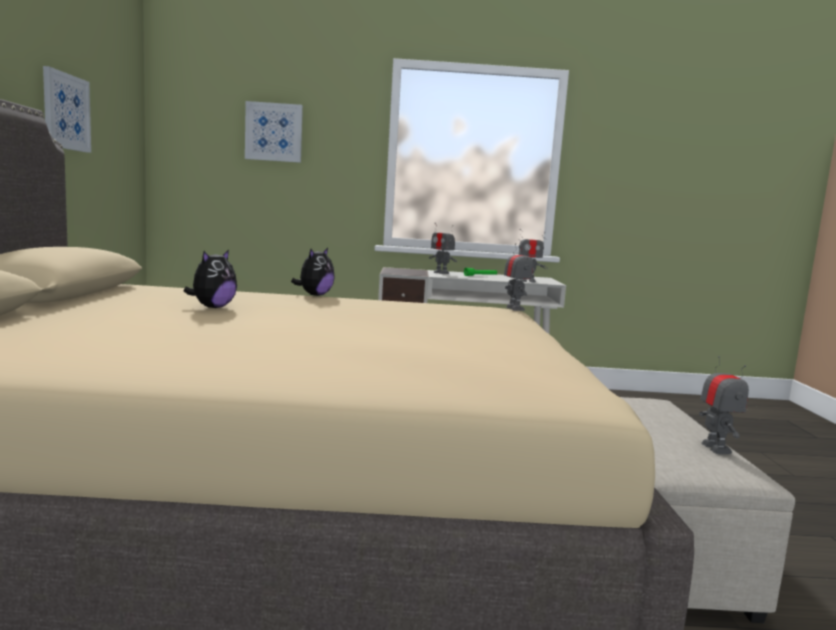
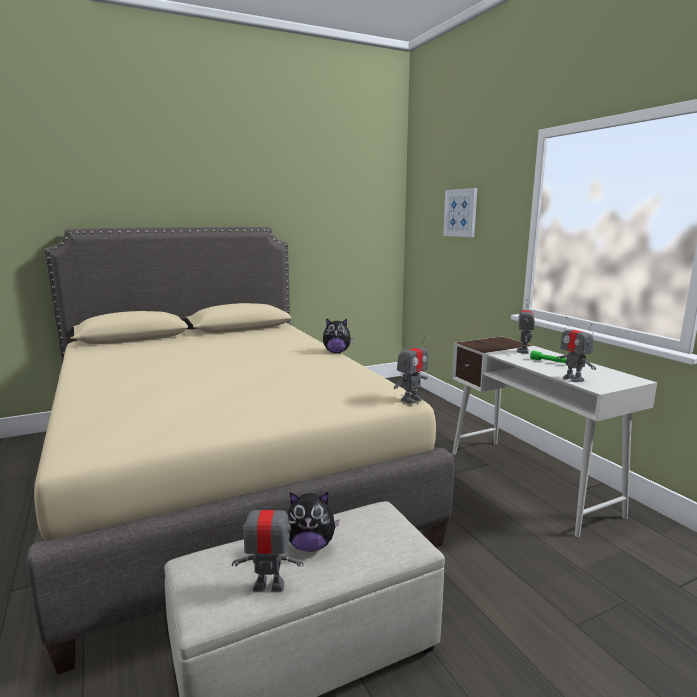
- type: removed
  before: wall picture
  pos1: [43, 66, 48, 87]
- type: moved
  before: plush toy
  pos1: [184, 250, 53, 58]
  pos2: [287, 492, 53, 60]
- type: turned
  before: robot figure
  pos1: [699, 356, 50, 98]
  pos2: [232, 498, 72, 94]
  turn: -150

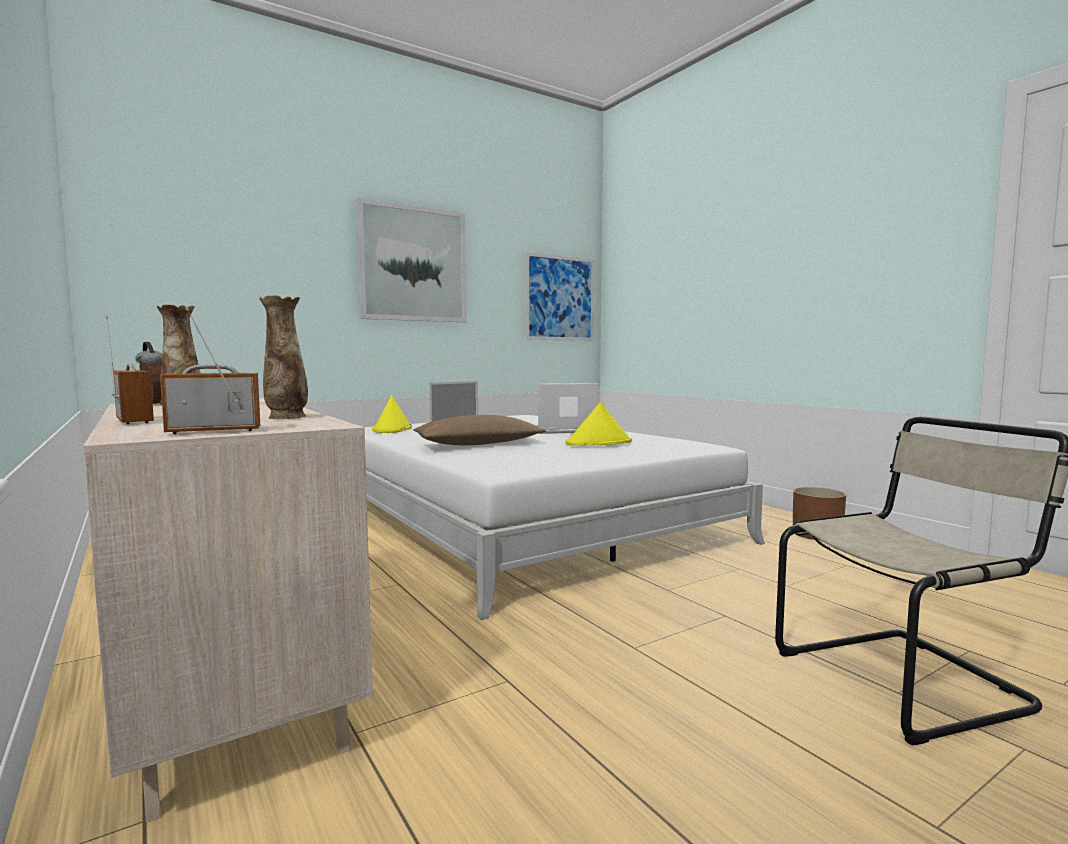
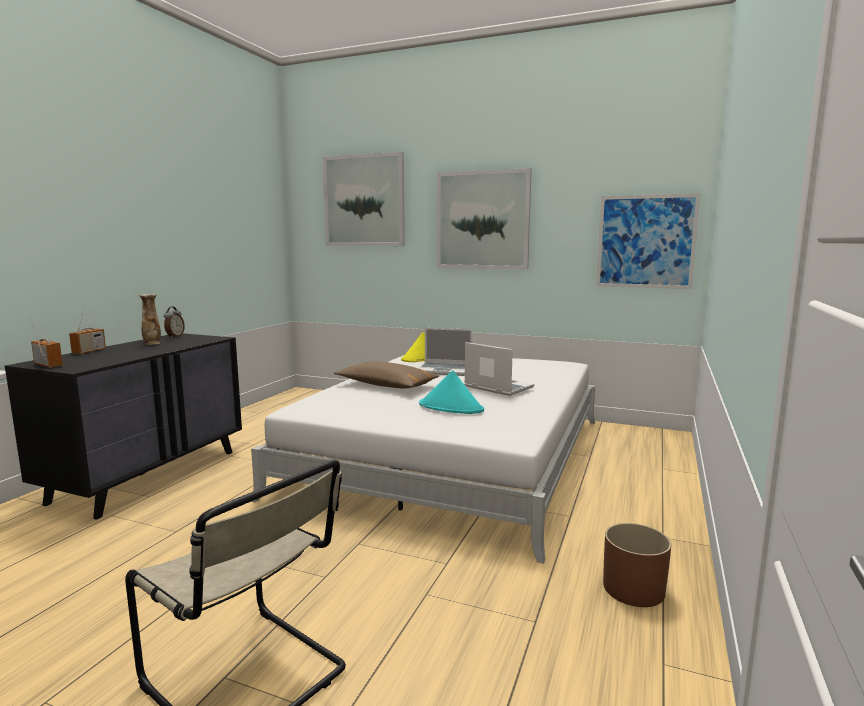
- type: removed
  before: decorative vase
  pos1: [258, 295, 50, 124]
- type: recoloured
  before: sand-coloured chest of drawers
  after: blackish chest of drawers
  pos1: [83, 398, 290, 425]
  pos2: [5, 333, 237, 187]
- type: recoloured
  before: yellow-coloured hat
  after: blue-green hat
  pos1: [566, 402, 66, 44]
  pos2: [419, 370, 65, 44]
- type: added
  after: wall picture
  pos2: [323, 152, 82, 94]

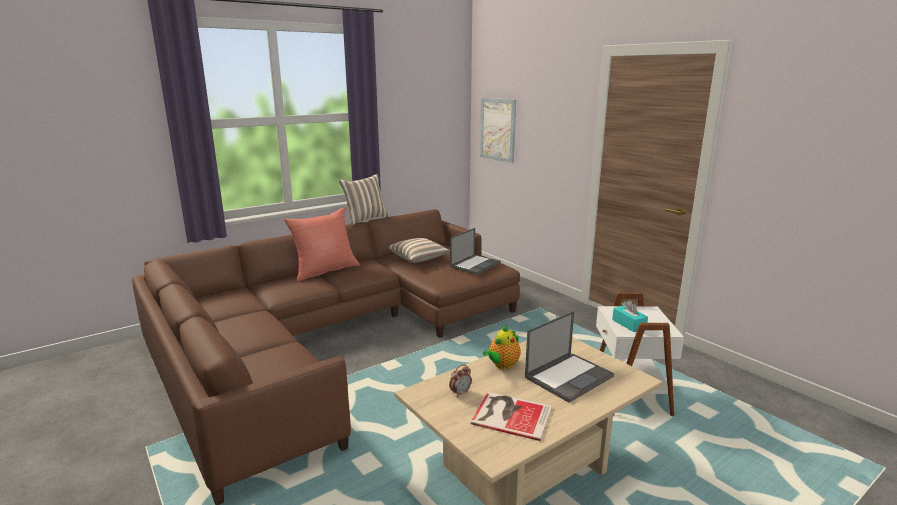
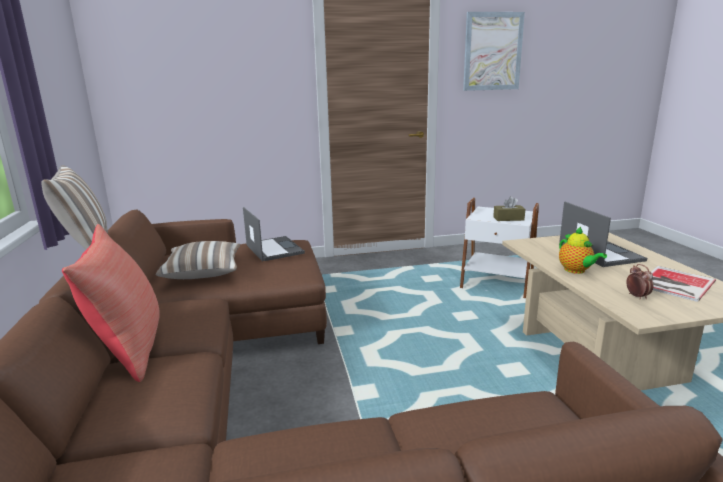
- type: moved
  before: wall picture
  pos1: [480, 98, 36, 65]
  pos2: [463, 12, 62, 79]
- type: recoloured
  before: blue-green box of tissues
  after: brownish box of tissues
  pos1: [612, 300, 36, 32]
  pos2: [493, 196, 32, 25]

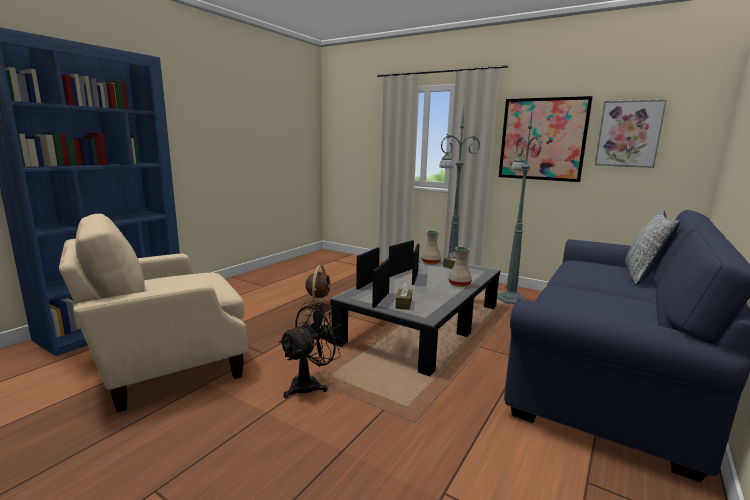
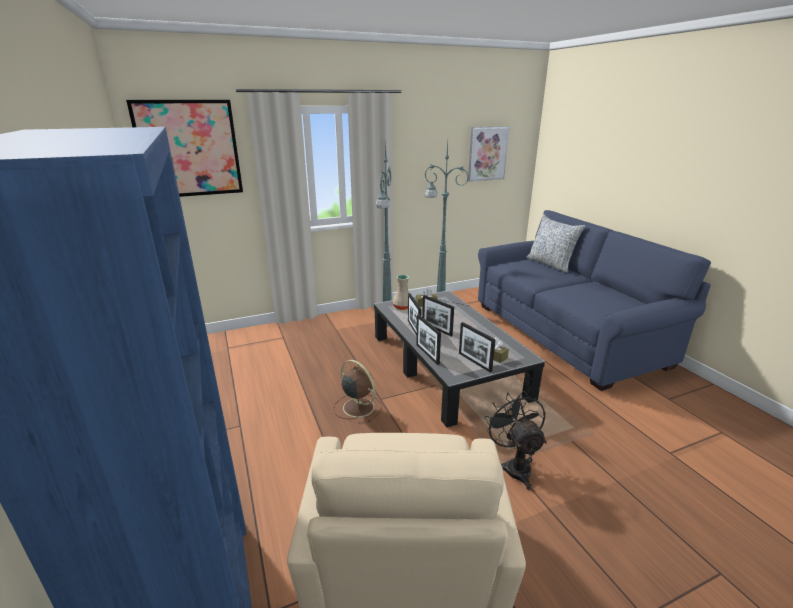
- type: moved
  before: wall picture
  pos1: [499, 96, 94, 86]
  pos2: [126, 100, 117, 97]
- type: removed
  before: sand-coloured decorative vase
  pos1: [448, 247, 24, 40]

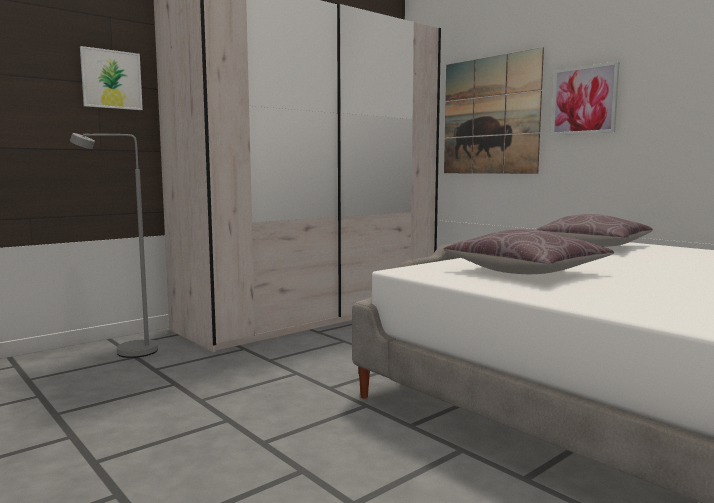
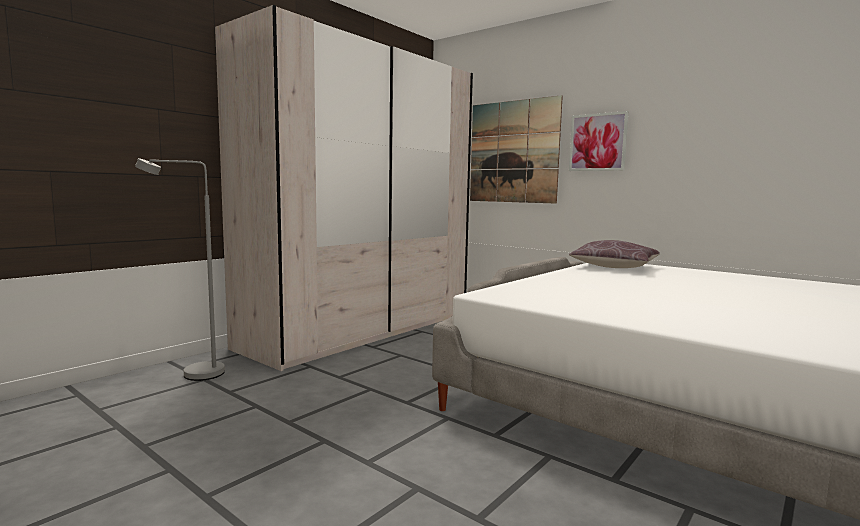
- type: removed
  before: wall picture
  pos1: [80, 46, 63, 64]
- type: removed
  before: brownish cushion
  pos1: [443, 229, 171, 45]

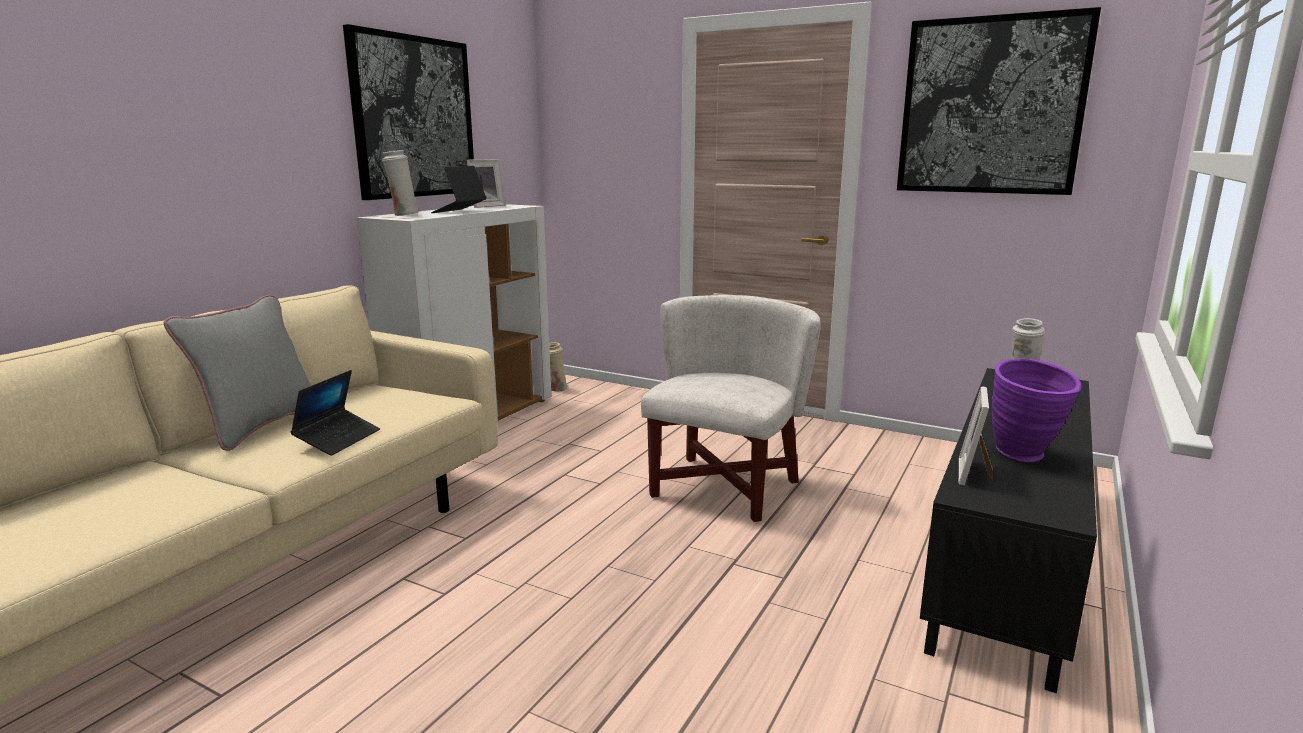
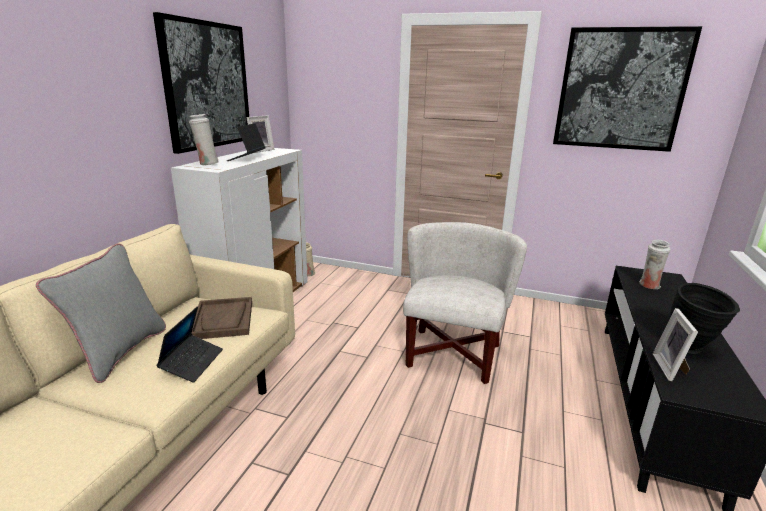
- type: recoloured
  before: purplish decorative vase
  after: blackish decorative vase
  pos1: [992, 359, 90, 103]
  pos2: [670, 283, 70, 71]
- type: added
  after: brownish tray
  pos2: [192, 297, 60, 42]

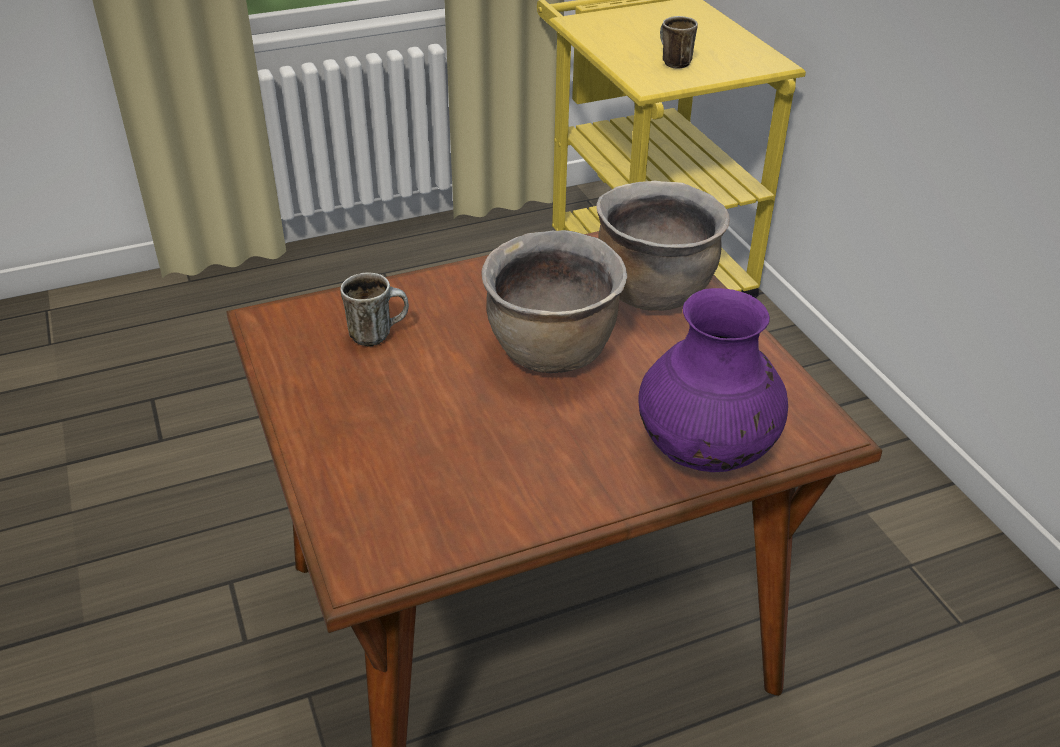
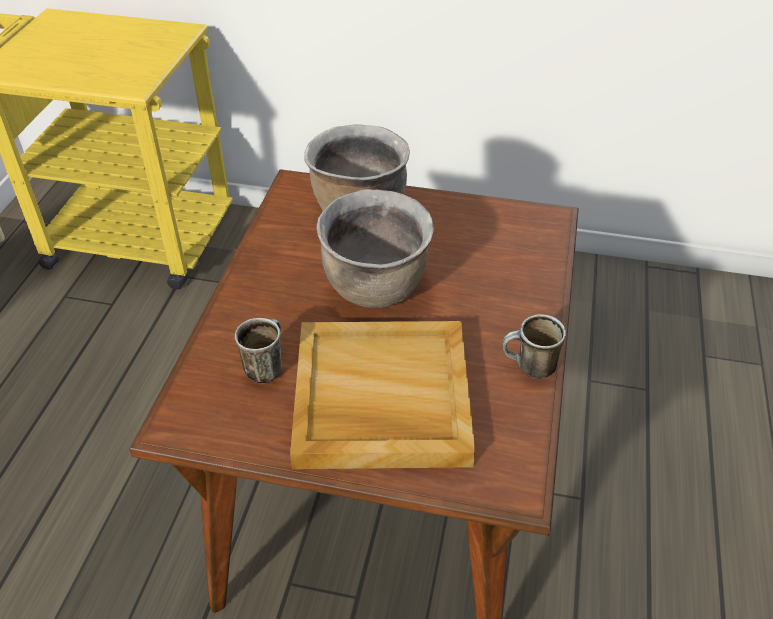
- type: moved
  before: coffee mug
  pos1: [660, 16, 38, 53]
  pos2: [503, 314, 63, 65]
- type: removed
  before: purplish decorative vase
  pos1: [638, 288, 150, 184]
- type: added
  after: sand-coloured tray
  pos2: [290, 321, 185, 148]

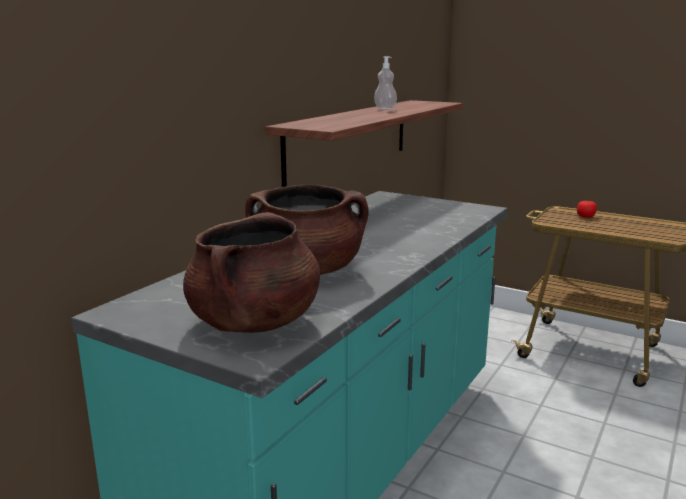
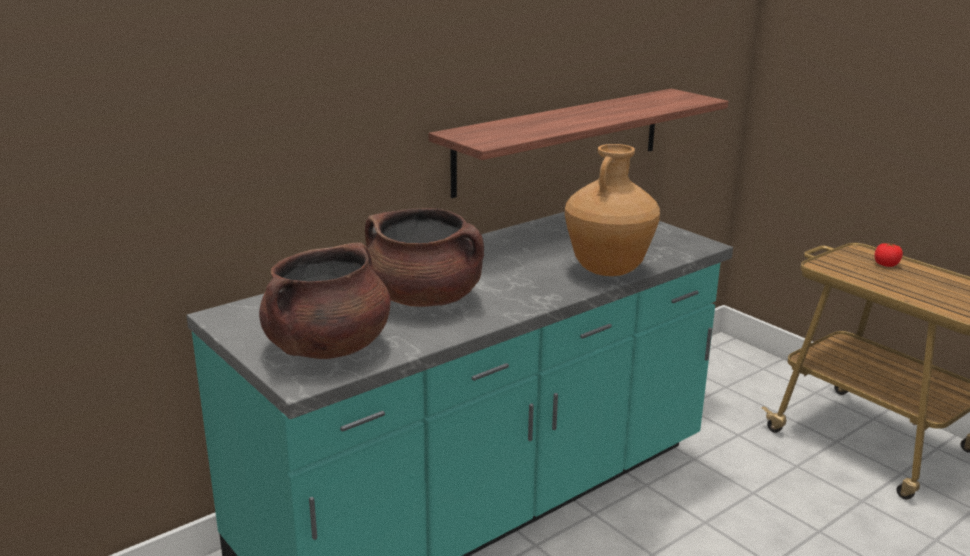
- type: removed
  before: liquid soap bottle
  pos1: [374, 56, 23, 53]
- type: added
  after: brownish decorative vase
  pos2: [565, 144, 95, 132]

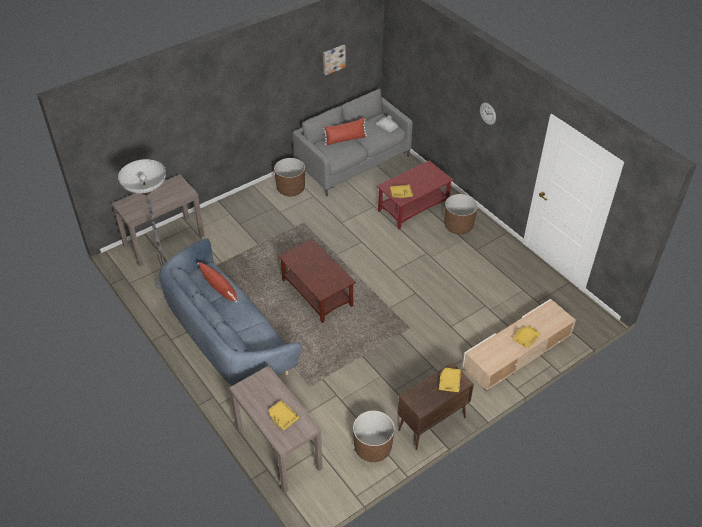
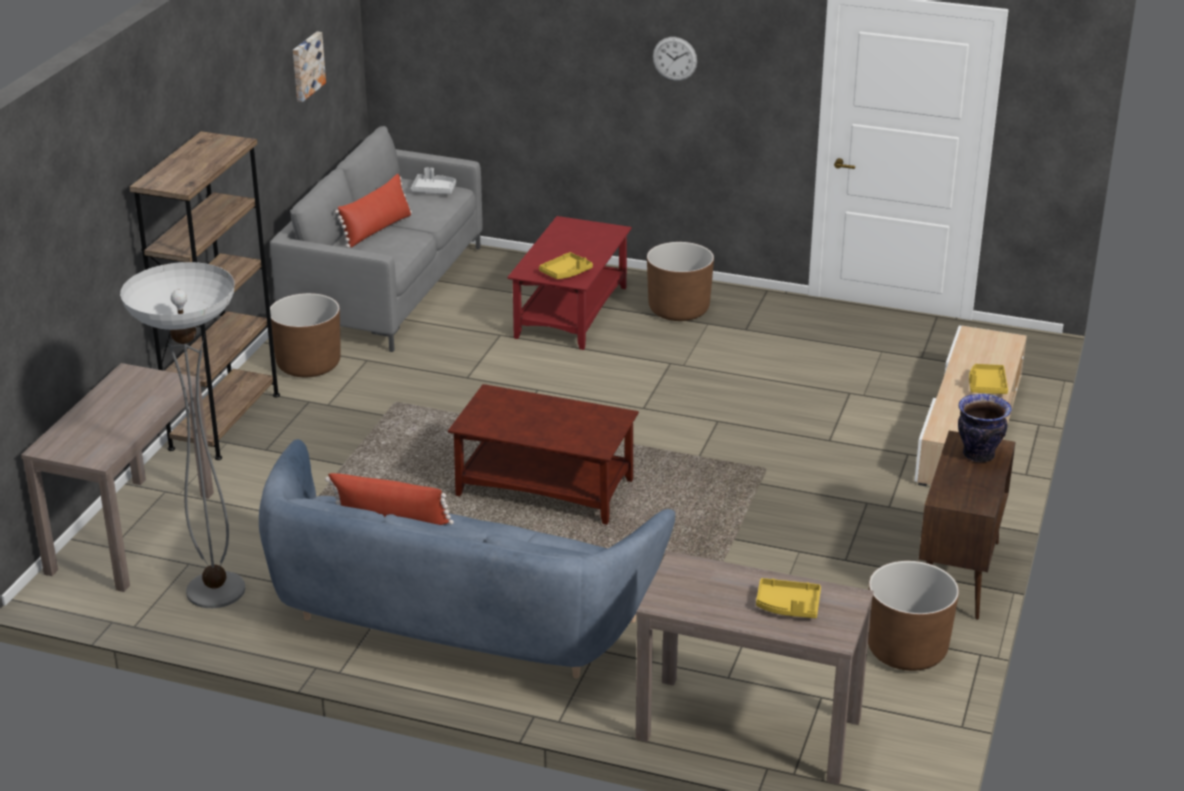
- type: replaced
  before: yellow-coloured tray
  after: decorative vase
  pos1: [439, 368, 22, 24]
  pos2: [958, 394, 54, 68]
- type: added
  after: brownish bookshelf
  pos2: [130, 131, 150, 329]

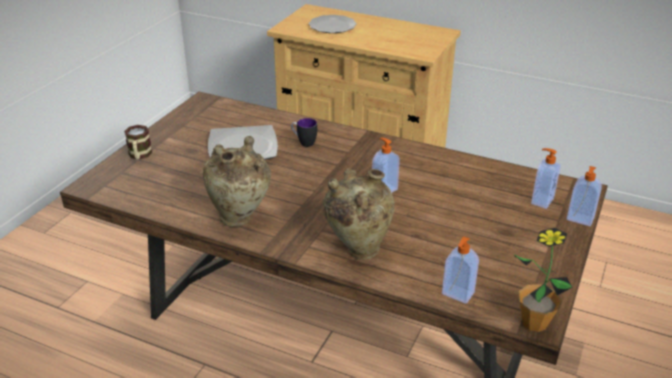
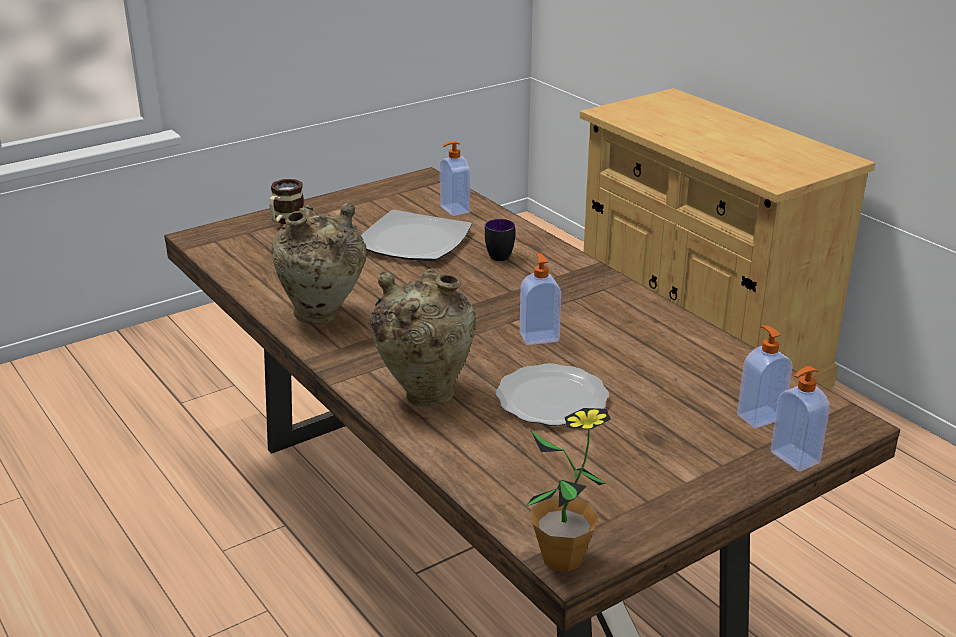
- type: moved
  before: dinner plate
  pos1: [309, 15, 48, 18]
  pos2: [496, 364, 113, 62]
- type: moved
  before: liquid soap bottle
  pos1: [442, 236, 37, 68]
  pos2: [440, 141, 30, 75]

